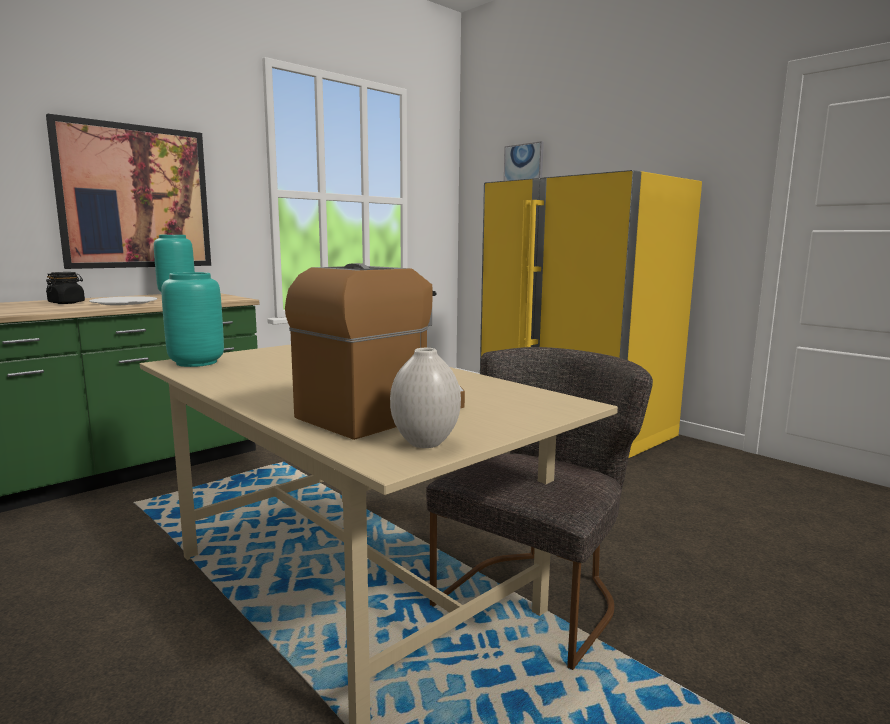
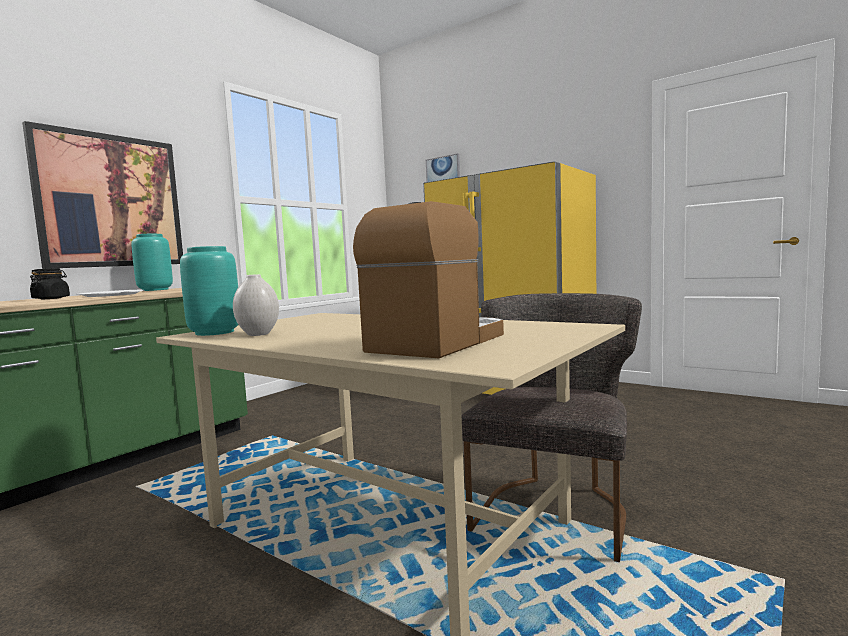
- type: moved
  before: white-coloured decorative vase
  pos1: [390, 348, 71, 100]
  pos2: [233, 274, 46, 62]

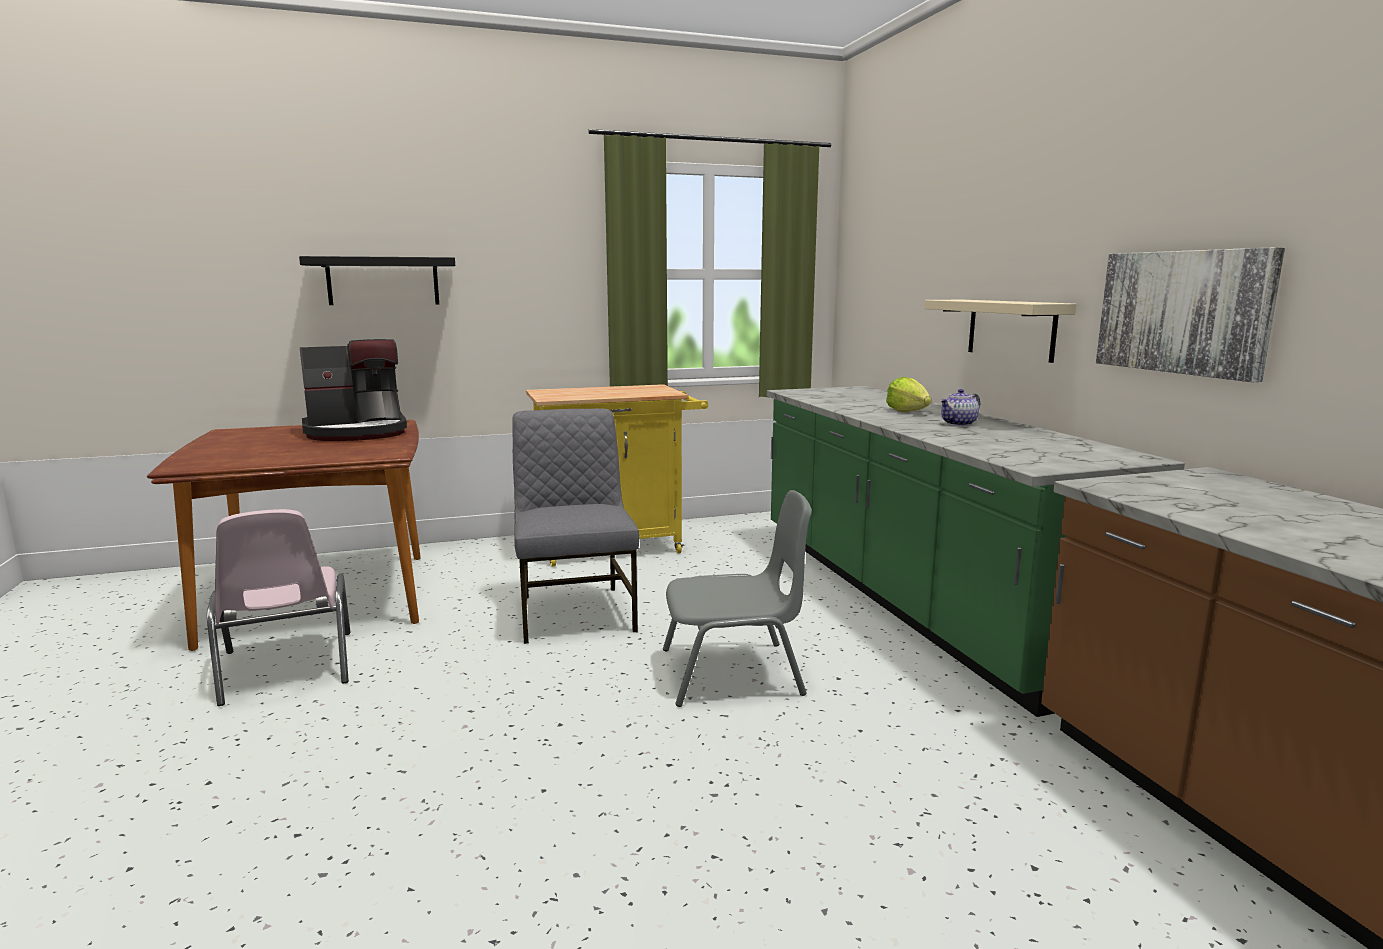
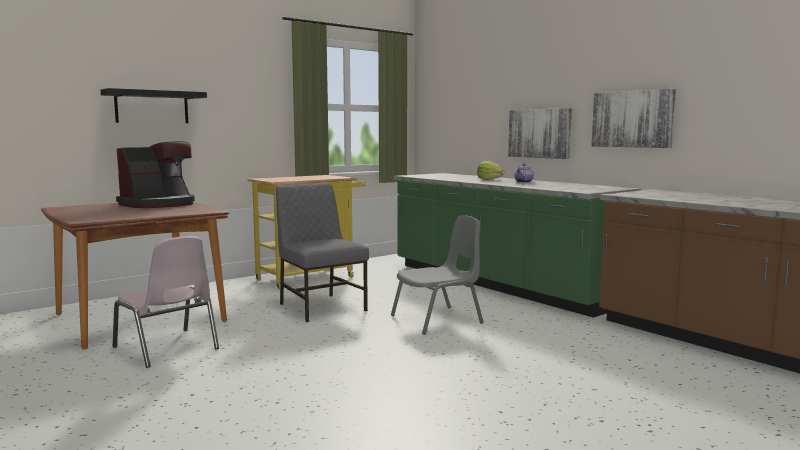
- type: replaced
  before: sand-coloured shelf
  after: wall picture
  pos1: [924, 300, 152, 63]
  pos2: [508, 108, 64, 51]

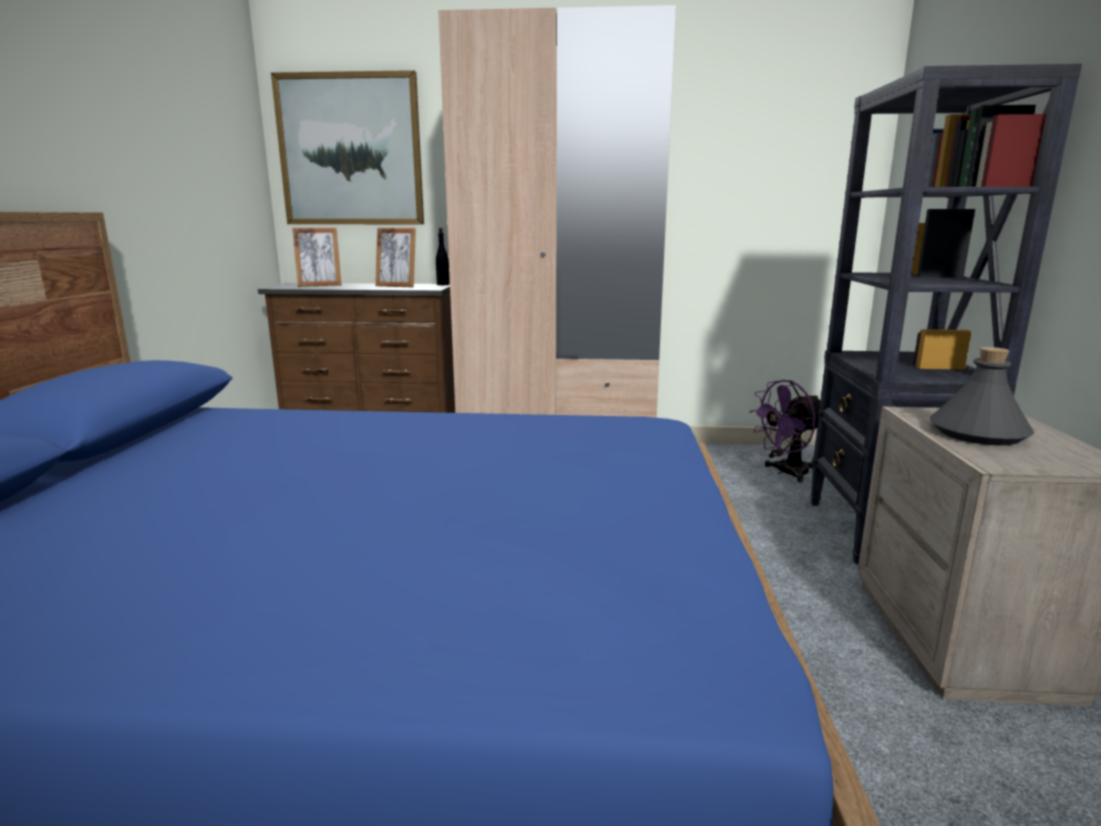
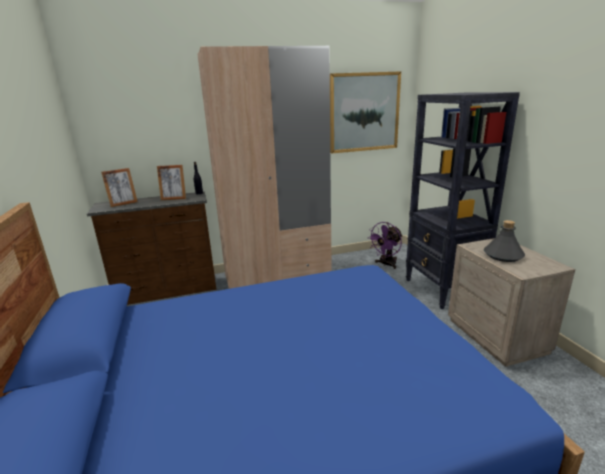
- type: moved
  before: wall picture
  pos1: [271, 70, 153, 154]
  pos2: [330, 71, 71, 82]

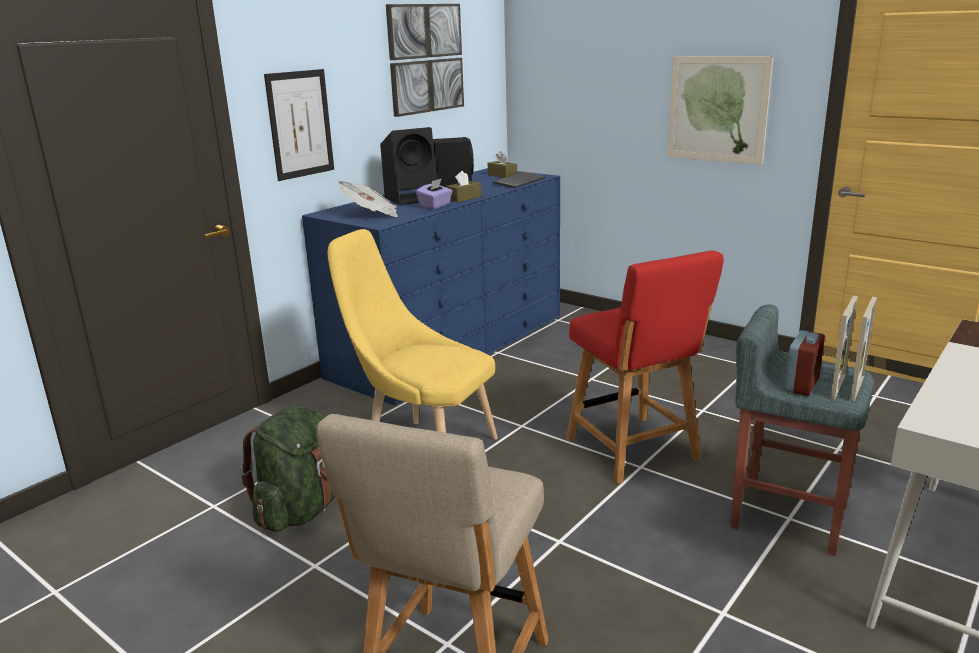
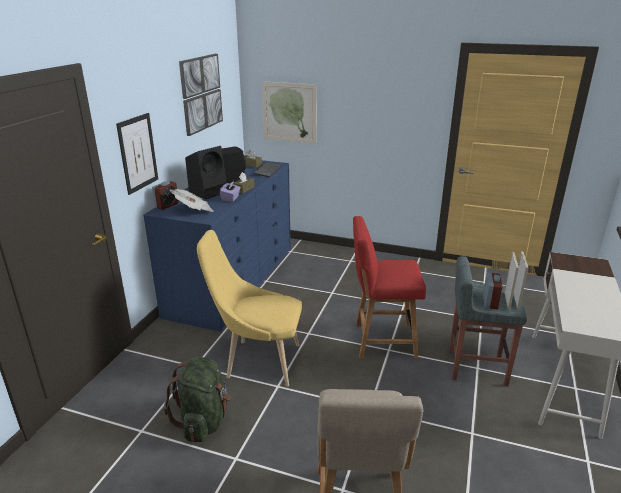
- type: moved
  before: wall picture
  pos1: [668, 56, 105, 109]
  pos2: [262, 81, 55, 63]
- type: turned
  before: red-coloured upright chair
  pos1: [566, 250, 158, 234]
  pos2: [353, 216, 73, 143]
  turn: 135
- type: added
  after: bedside clock
  pos2: [152, 181, 27, 29]

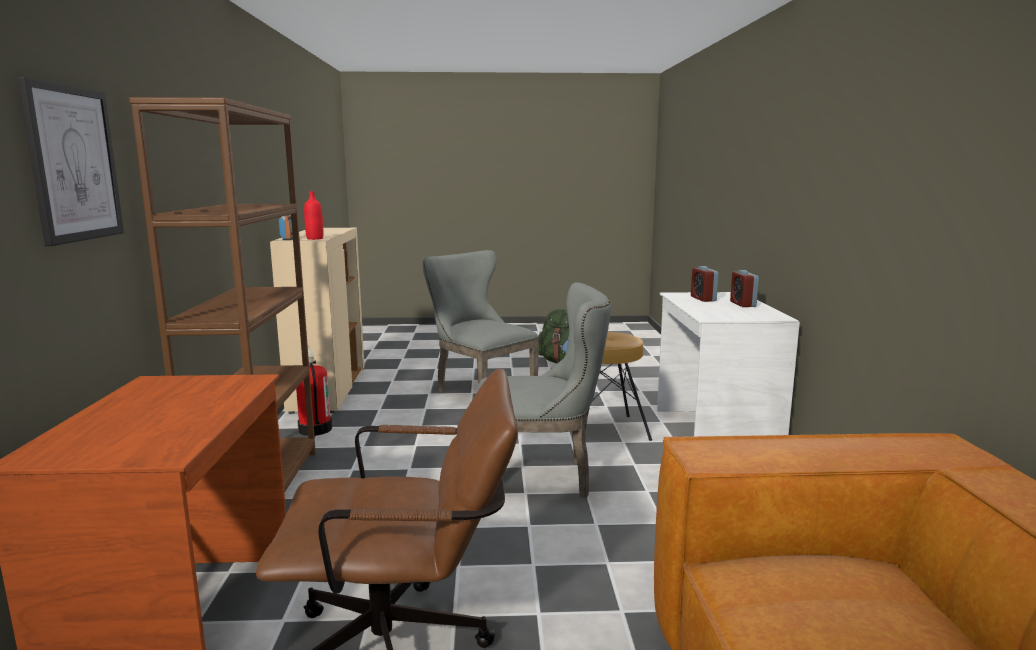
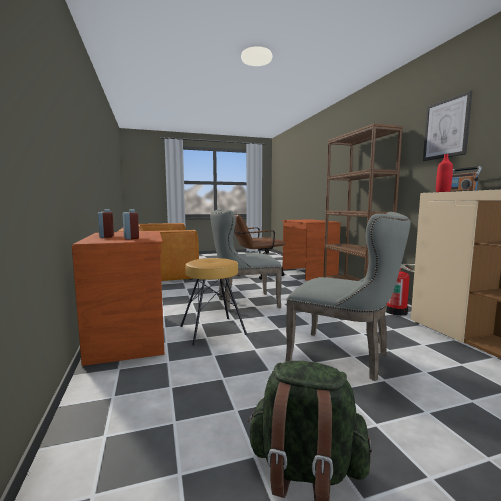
- type: moved
  before: wall picture
  pos1: [17, 77, 107, 169]
  pos2: [423, 90, 49, 71]
- type: recoloured
  before: white-coloured desk unit
  after: brownish desk unit
  pos1: [657, 292, 143, 144]
  pos2: [72, 231, 92, 135]

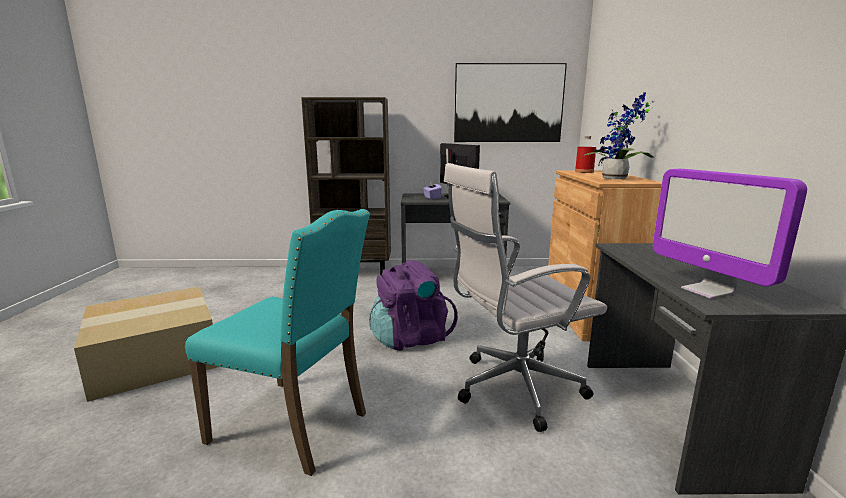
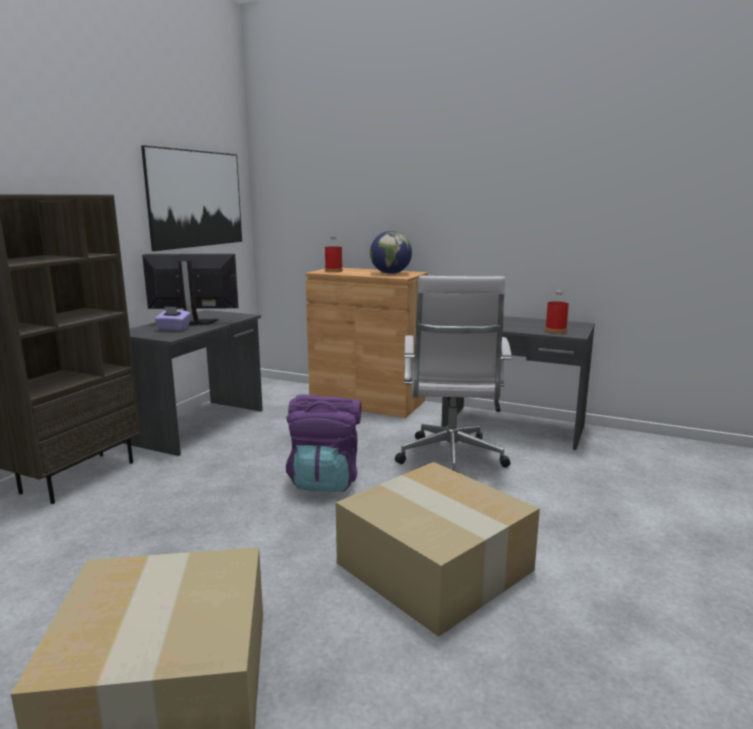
- type: replaced
  before: potted plant
  after: world globe
  pos1: [583, 92, 71, 87]
  pos2: [370, 231, 42, 43]
- type: replaced
  before: computer display
  after: red-coloured bottle
  pos1: [653, 169, 154, 130]
  pos2: [545, 291, 24, 42]
- type: replaced
  before: blue-green upright chair
  after: packing box
  pos1: [185, 209, 185, 267]
  pos2: [336, 462, 204, 175]

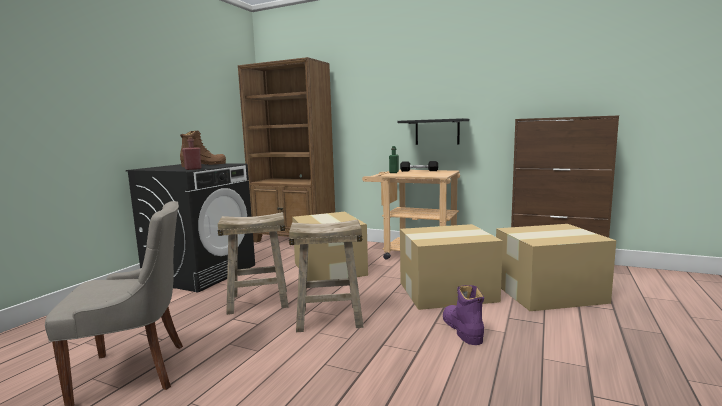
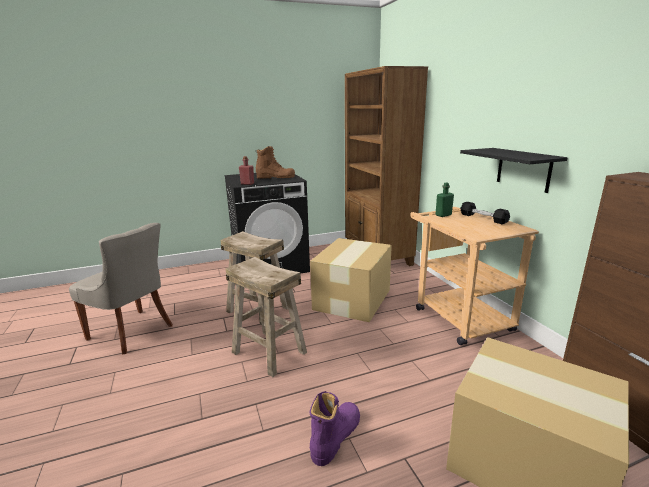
- type: removed
  before: packing box
  pos1: [400, 224, 103, 86]

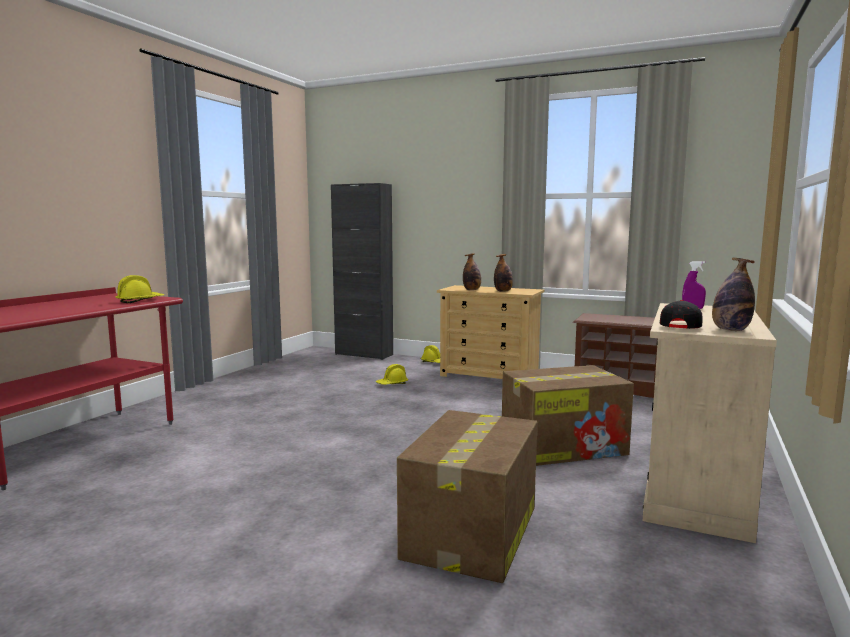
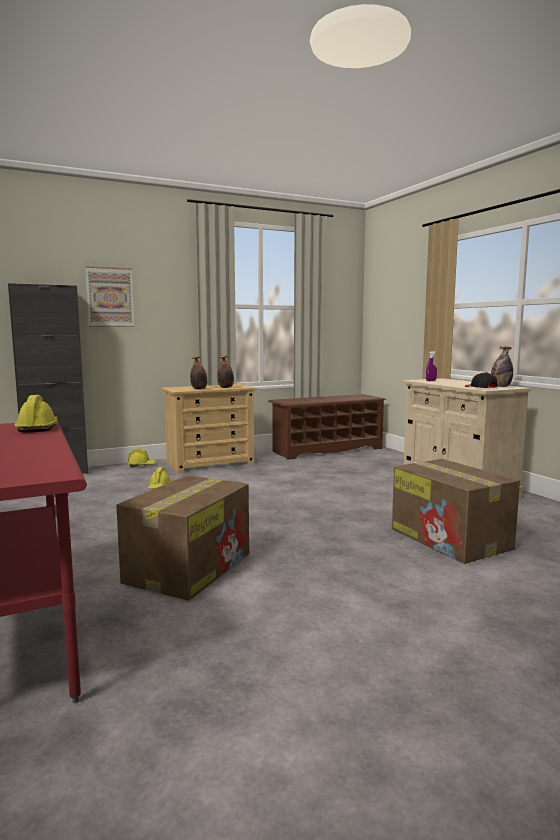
- type: moved
  before: packing box
  pos1: [502, 365, 132, 101]
  pos2: [116, 475, 133, 126]
- type: added
  after: wall picture
  pos2: [85, 266, 49, 61]

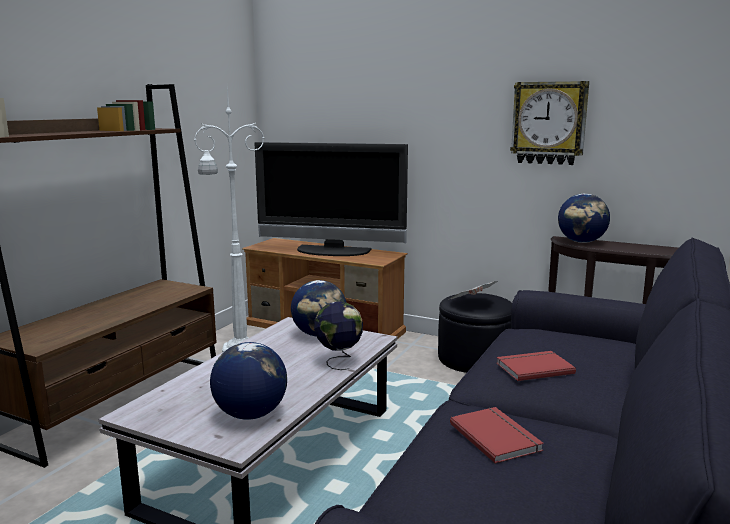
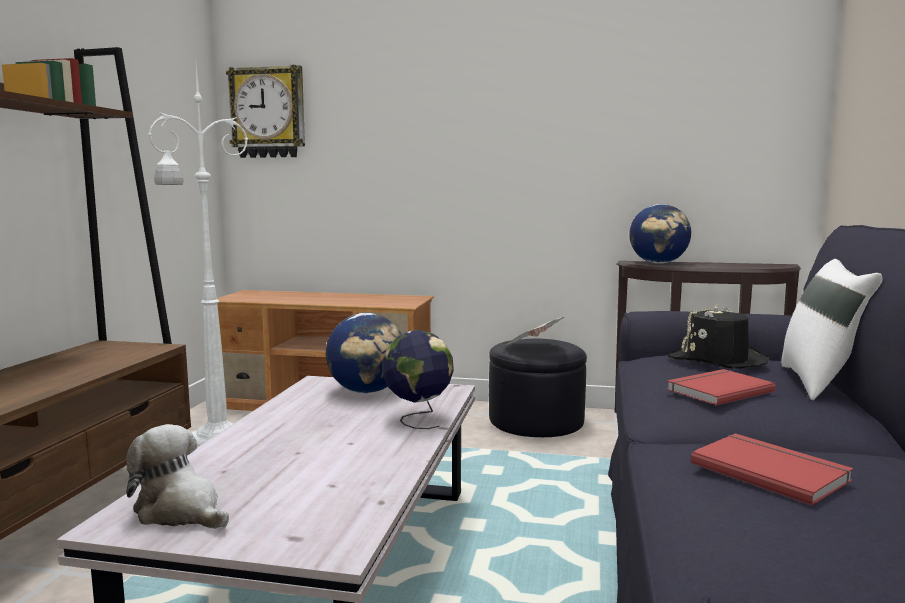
- type: moved
  before: clock on the wall
  pos1: [510, 81, 79, 84]
  pos2: [226, 65, 79, 93]
- type: removed
  before: TV
  pos1: [255, 142, 153, 114]
- type: removed
  before: world globe
  pos1: [210, 342, 77, 78]
- type: added
  after: white-coloured cushion
  pos2: [781, 259, 101, 141]
- type: added
  after: blackish hat
  pos2: [668, 303, 102, 66]
- type: added
  after: plush toy
  pos2: [126, 424, 103, 105]

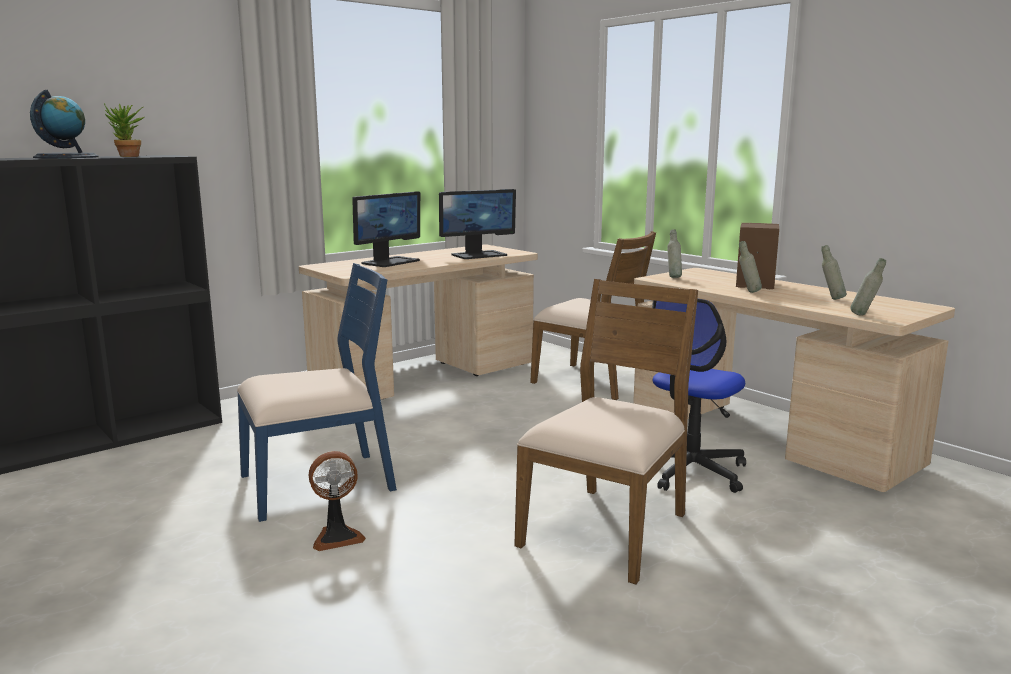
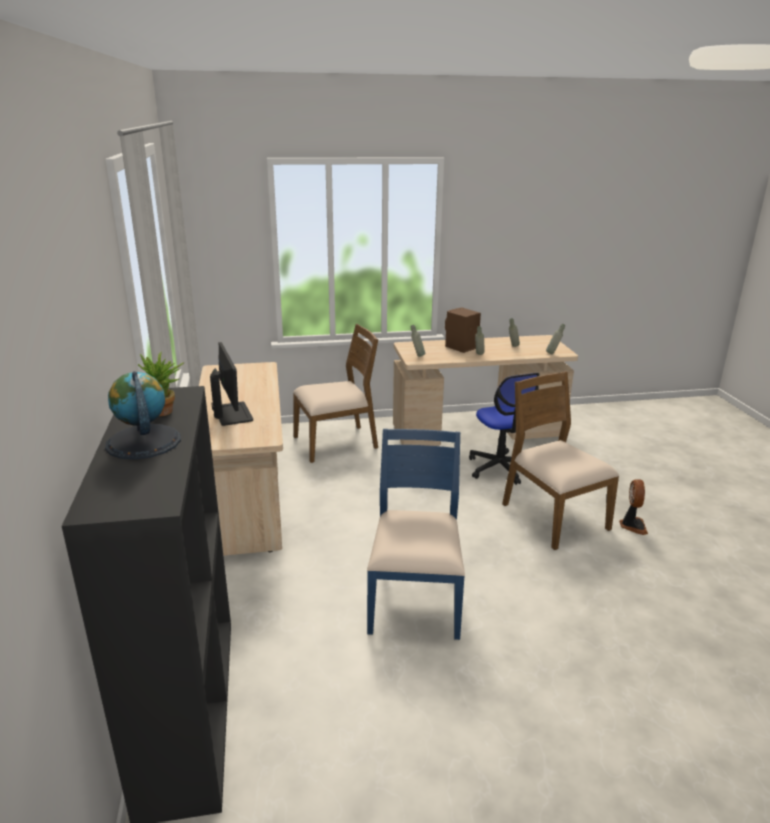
- type: removed
  before: computer display
  pos1: [439, 189, 77, 70]
- type: moved
  before: electric fan
  pos1: [308, 451, 58, 100]
  pos2: [619, 479, 29, 56]

